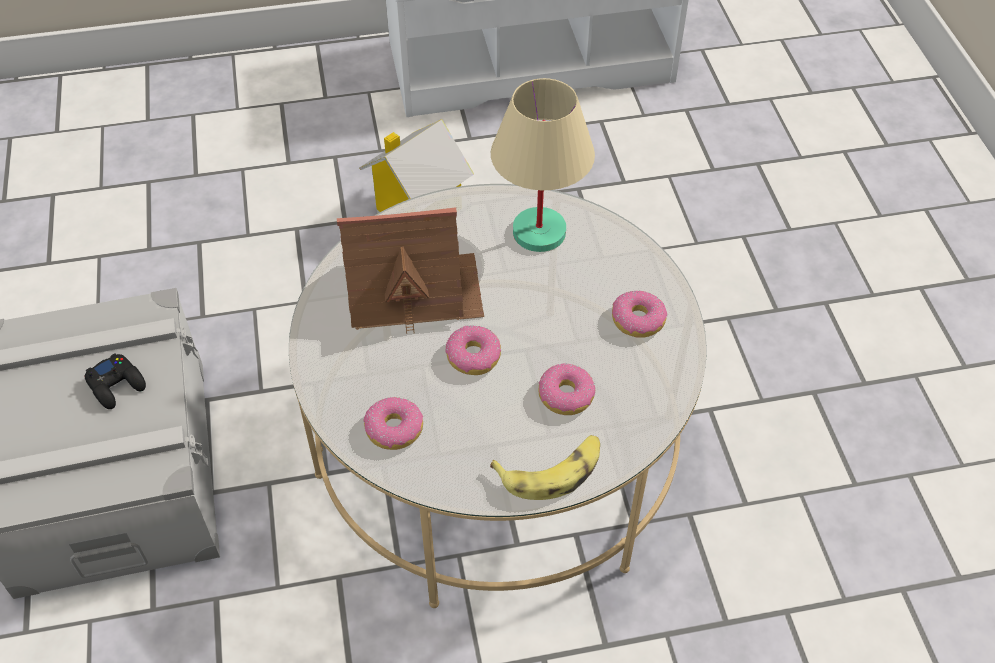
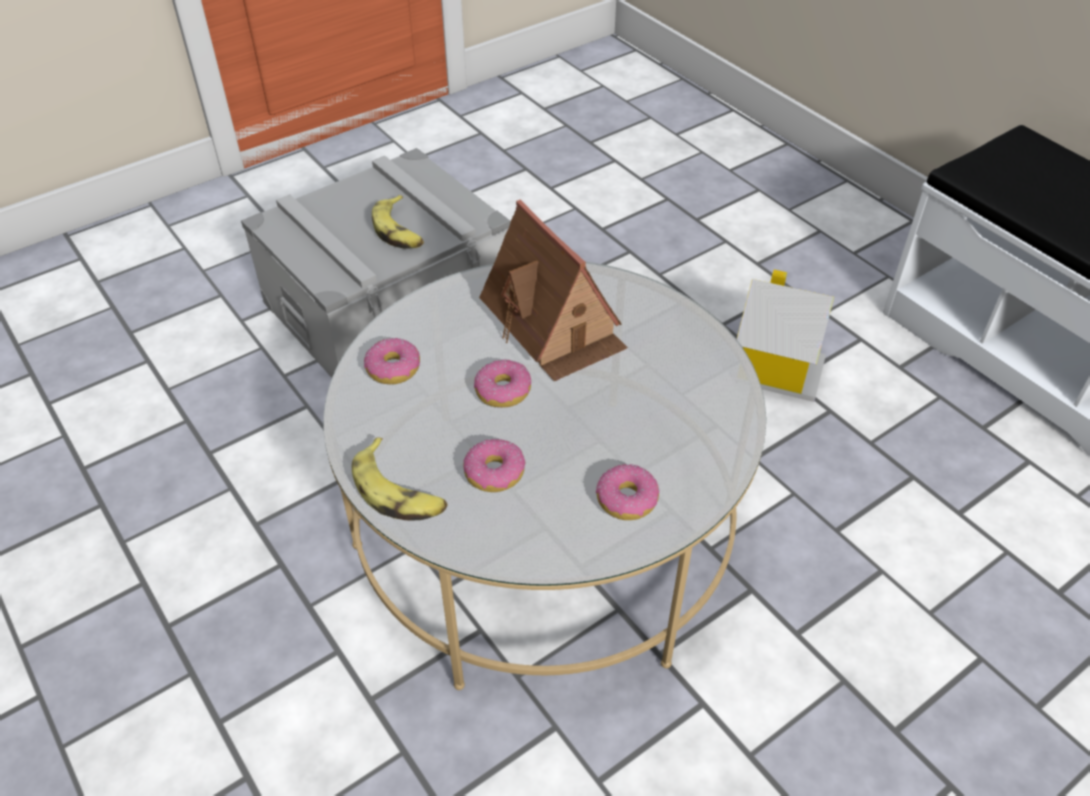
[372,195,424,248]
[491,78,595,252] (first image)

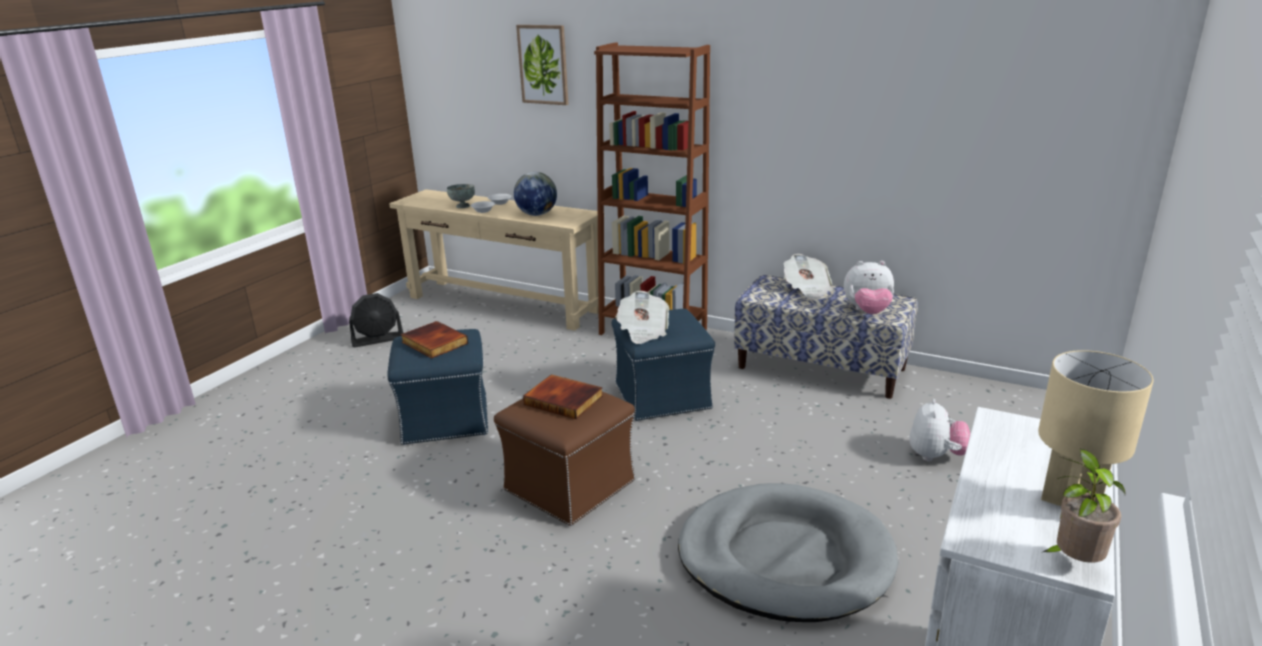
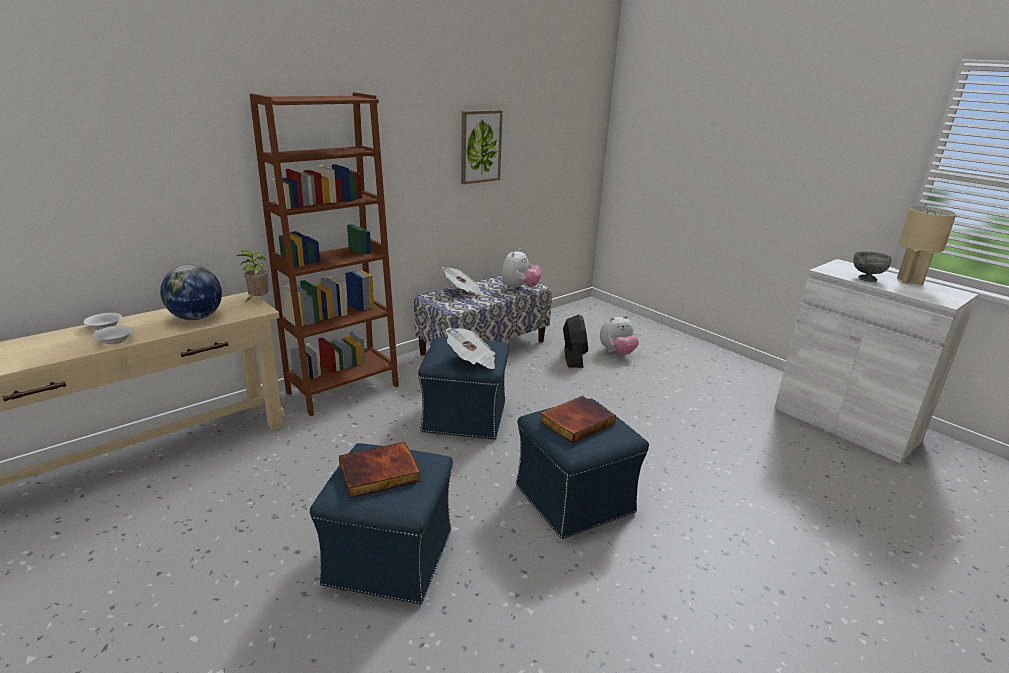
[563,314,588,368]
[854,252,892,282]
[515,399,649,539]
[461,110,503,184]
[678,483,899,622] (first image)
[600,315,639,355]
[236,250,269,302]

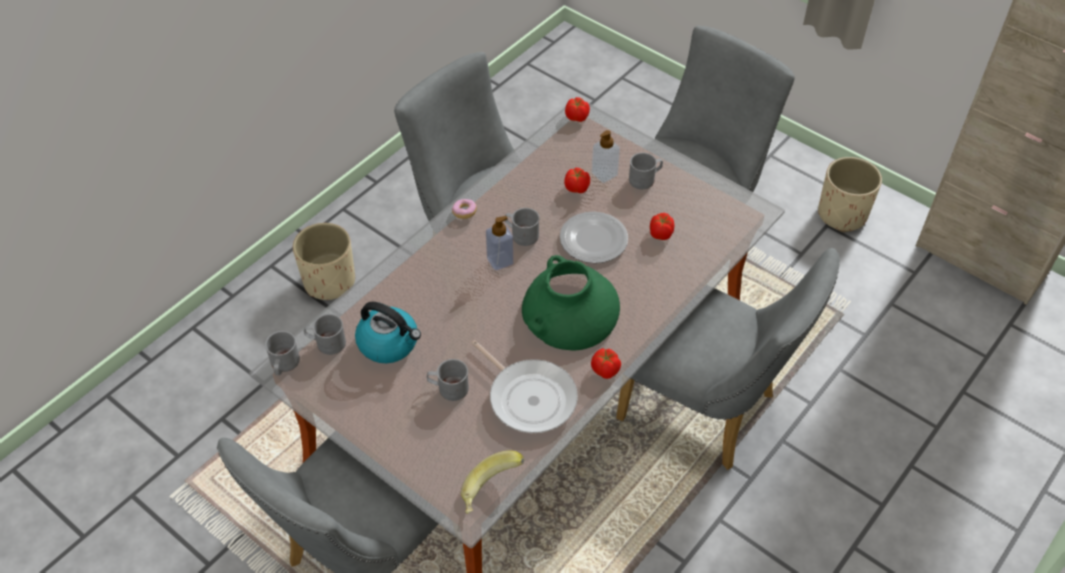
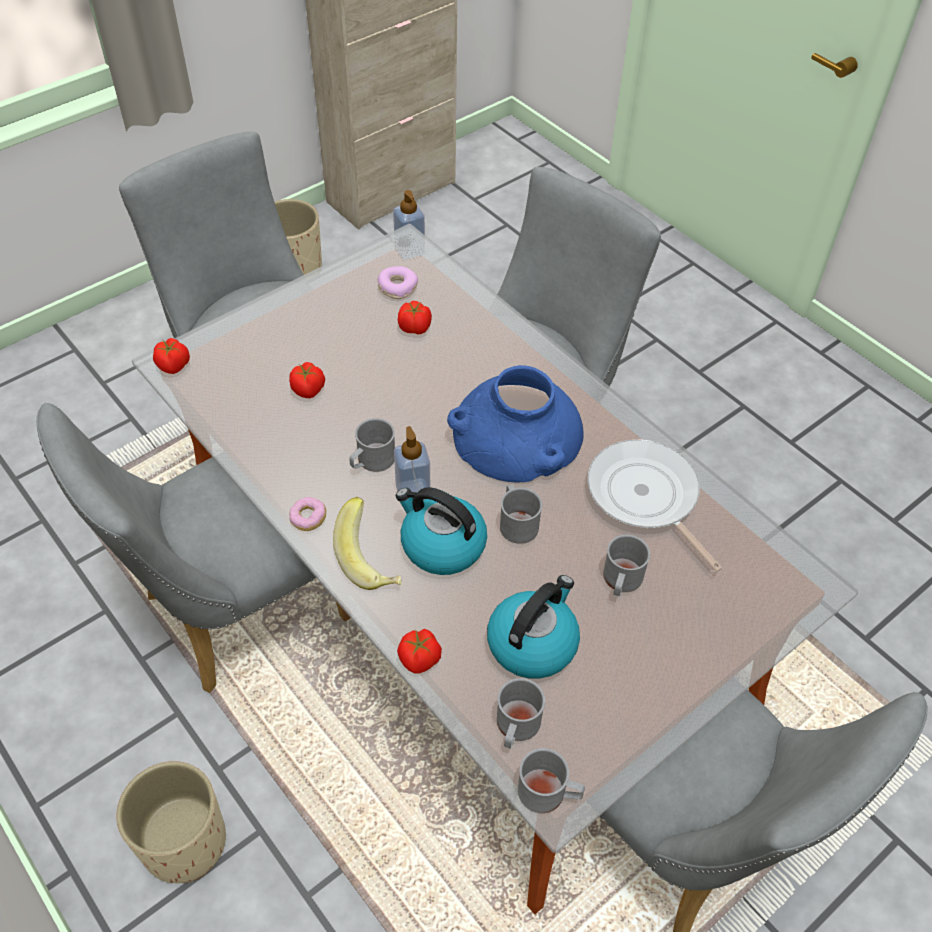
[333,497,401,590]
[587,439,722,572]
[447,365,584,483]
[560,211,628,263] (first image)
[397,629,442,674]
[393,190,425,260]
[500,485,542,544]
[378,266,418,299]
[396,487,487,575]

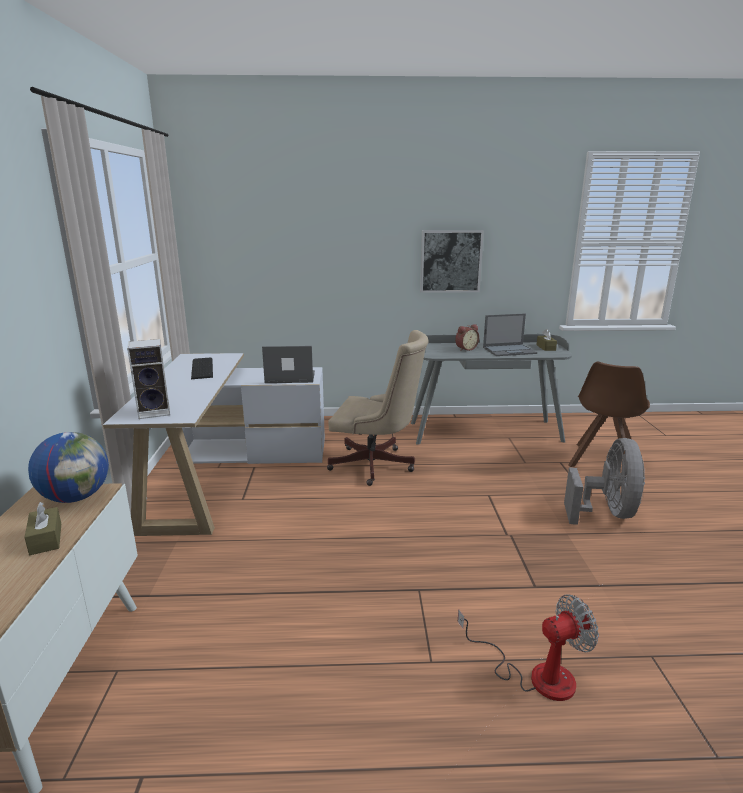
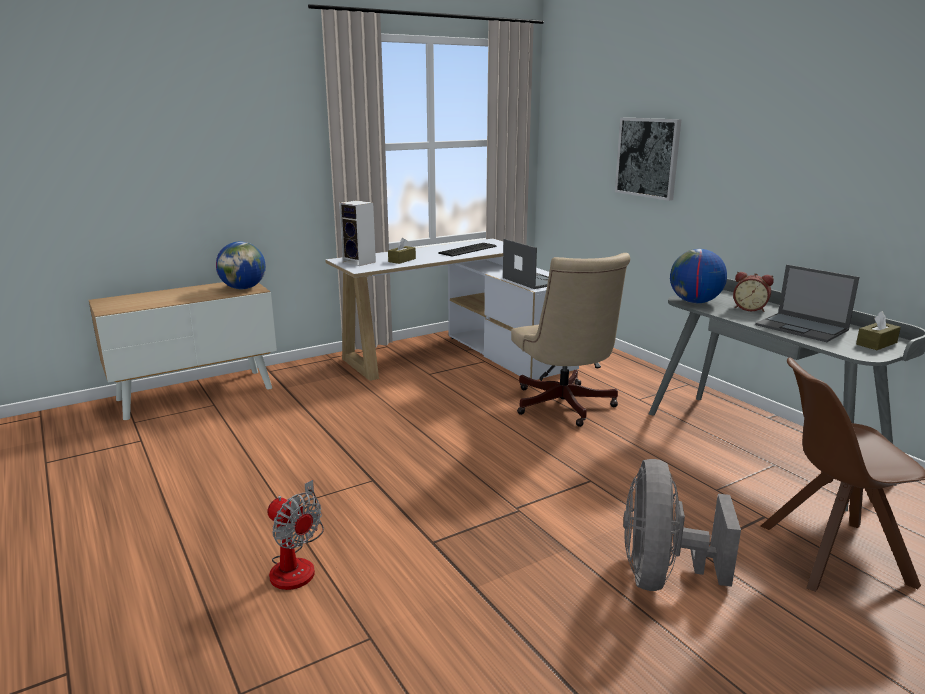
[388,238,416,264]
[615,117,681,201]
[623,459,741,591]
[670,249,727,303]

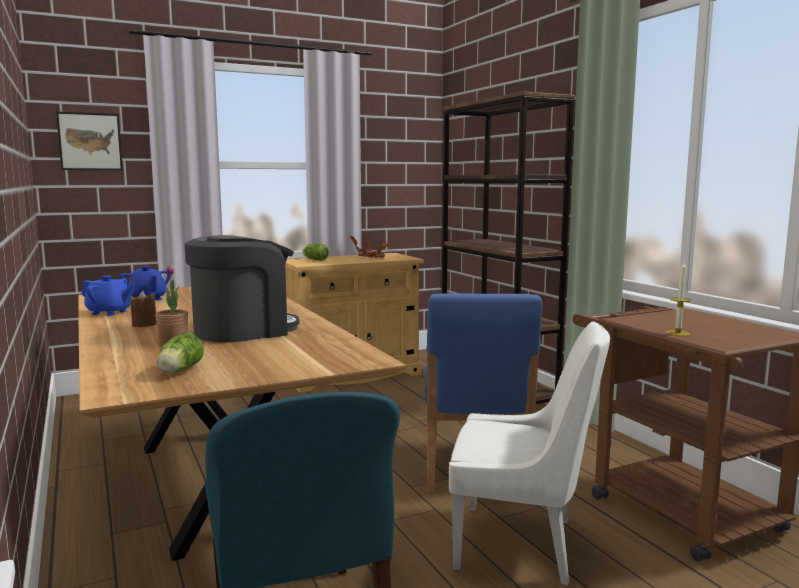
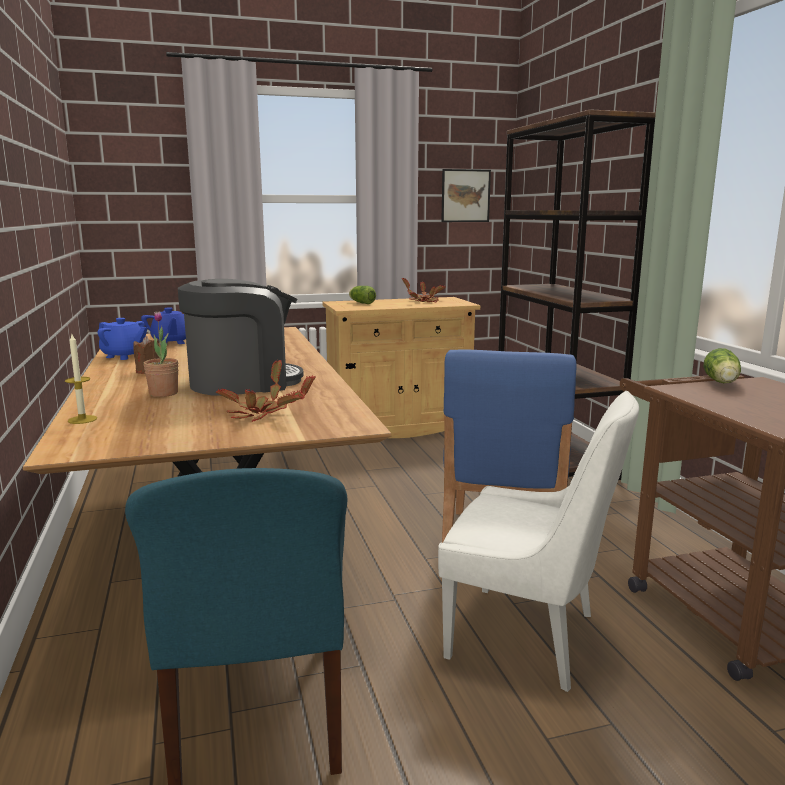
[441,169,491,222]
[704,348,741,383]
[65,334,97,424]
[216,359,316,422]

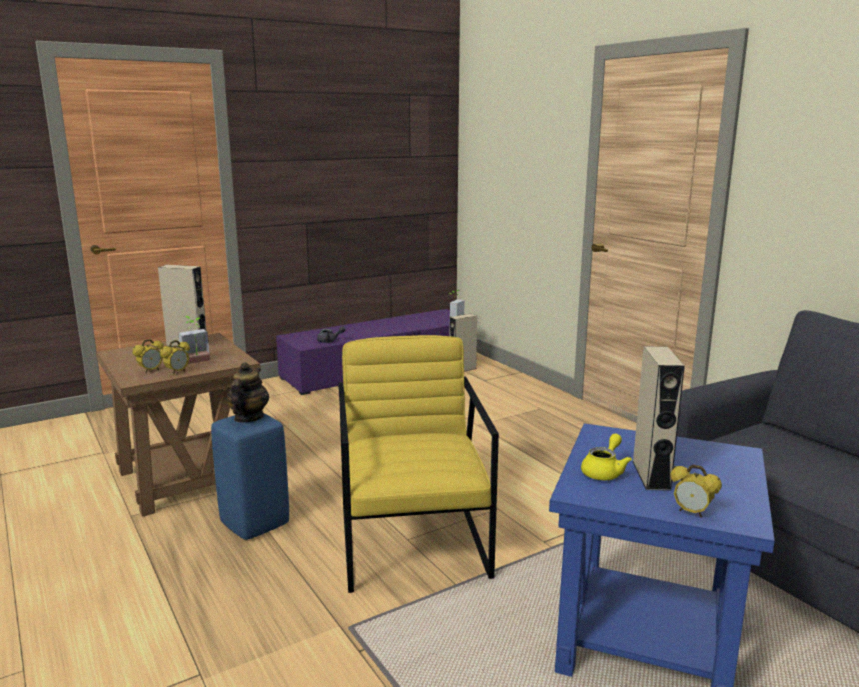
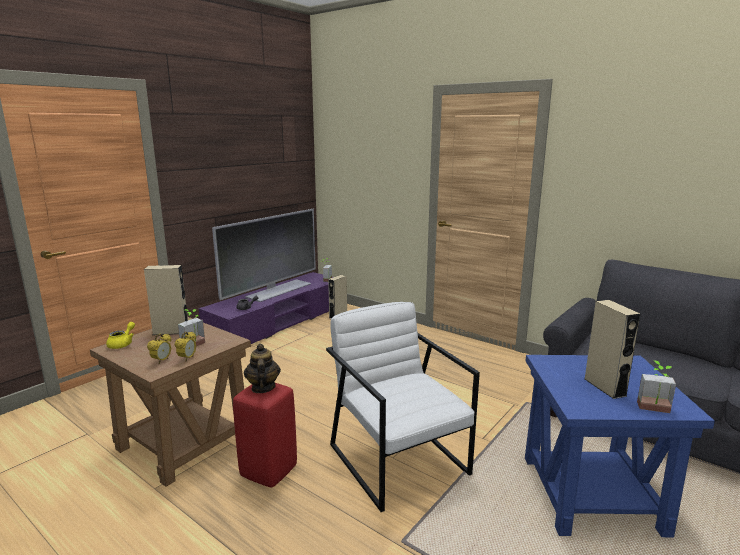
[233,383,297,487]
[326,302,480,512]
[106,322,135,349]
[637,360,676,413]
[212,209,316,302]

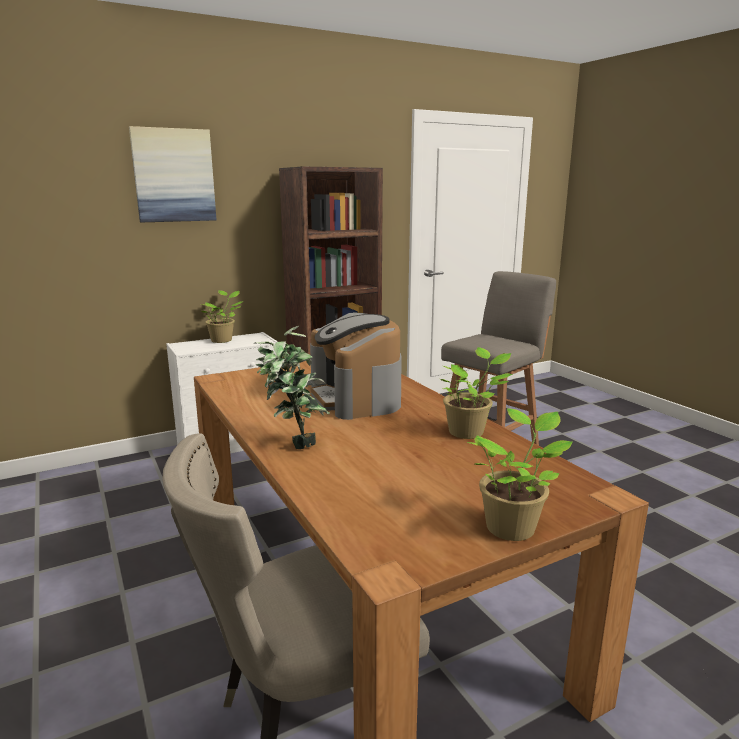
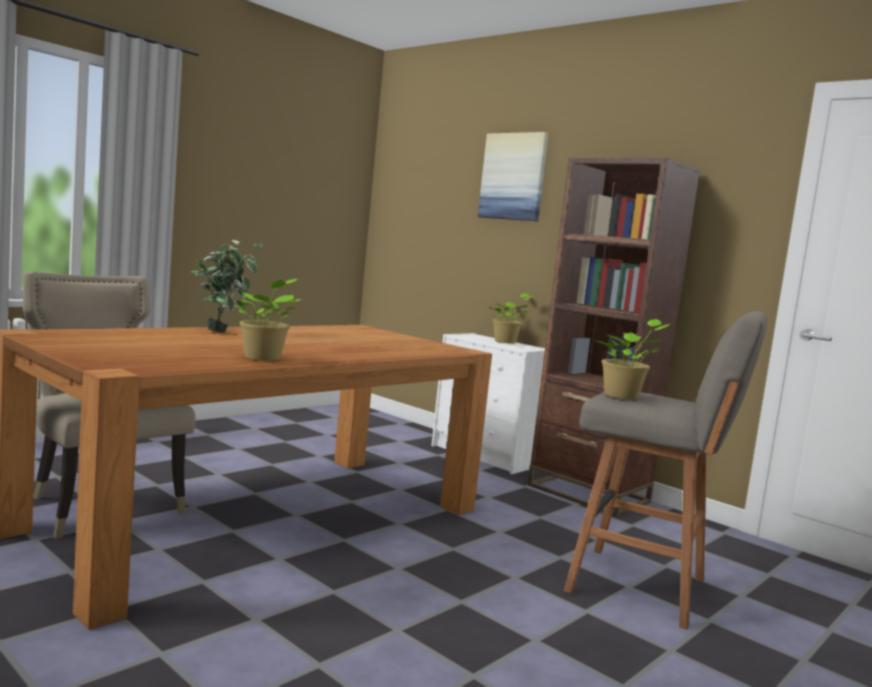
[310,313,402,420] (first image)
[594,319,671,400]

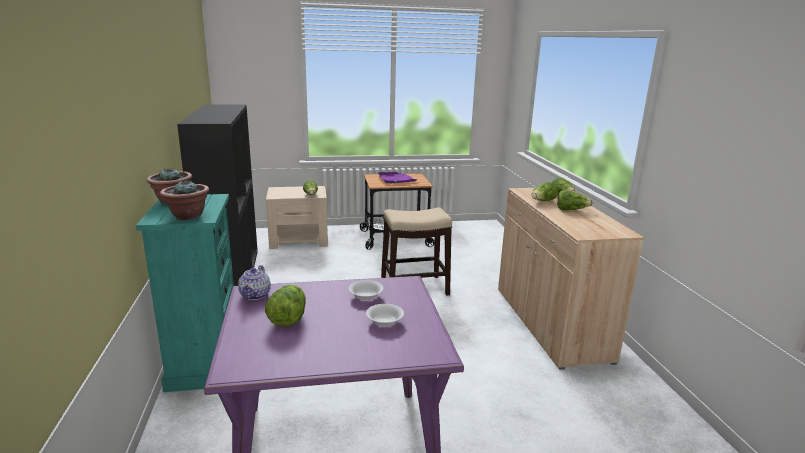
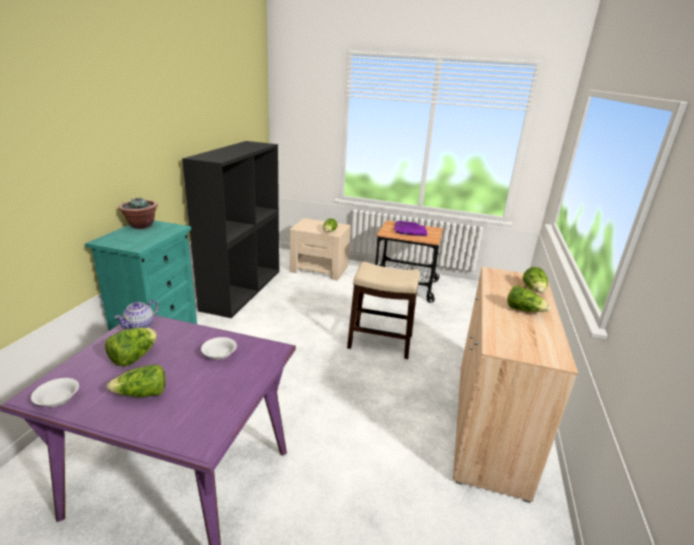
[160,179,209,220] (first image)
[31,378,79,407]
[107,365,165,397]

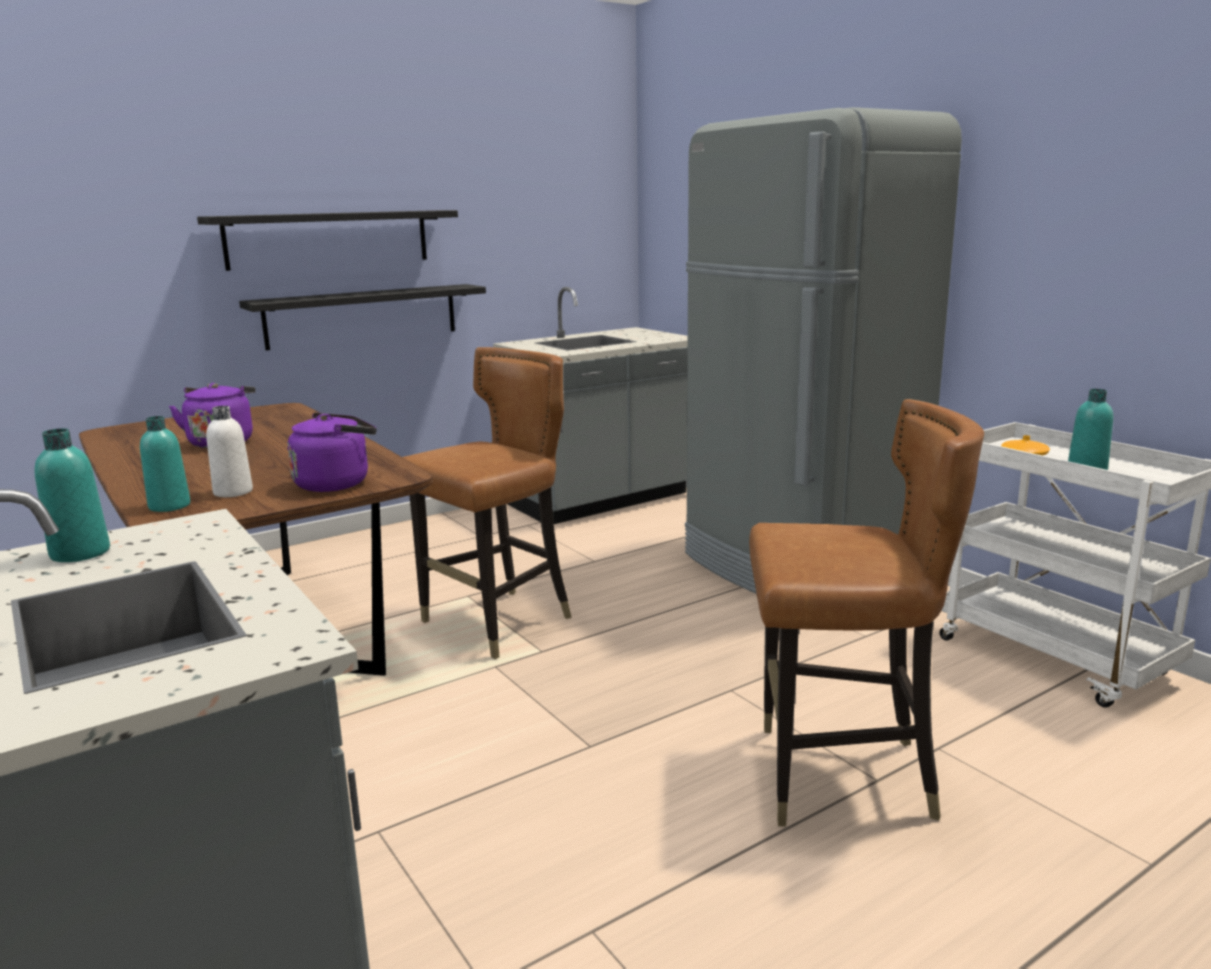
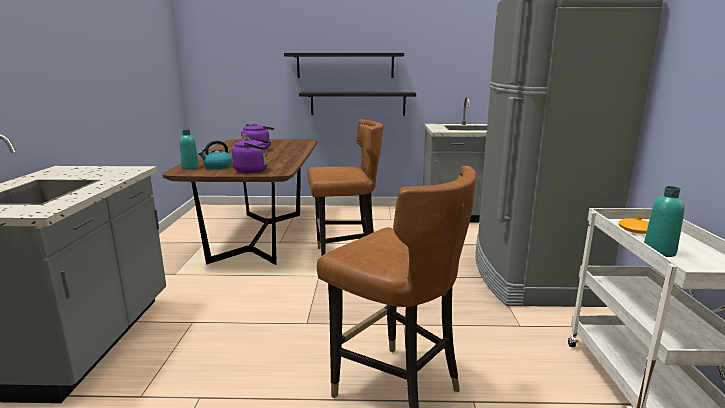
[35,428,110,562] (first image)
[198,140,232,169]

